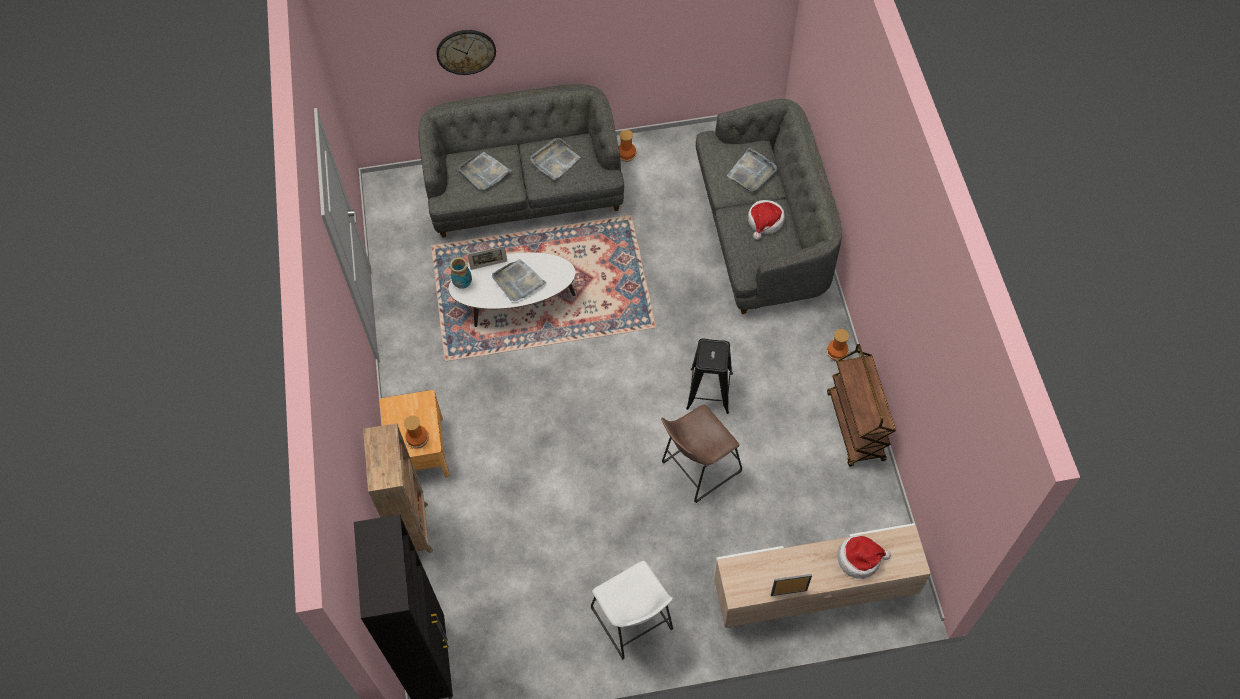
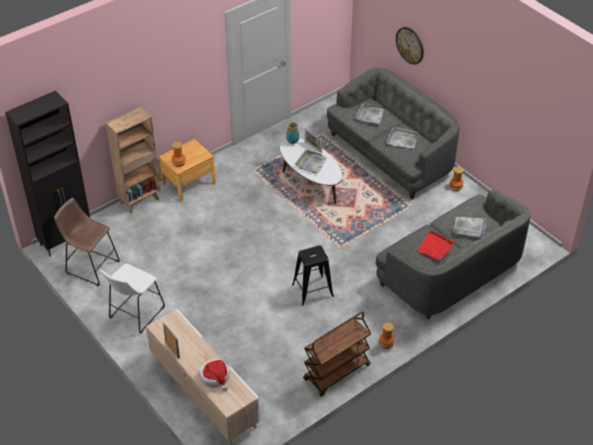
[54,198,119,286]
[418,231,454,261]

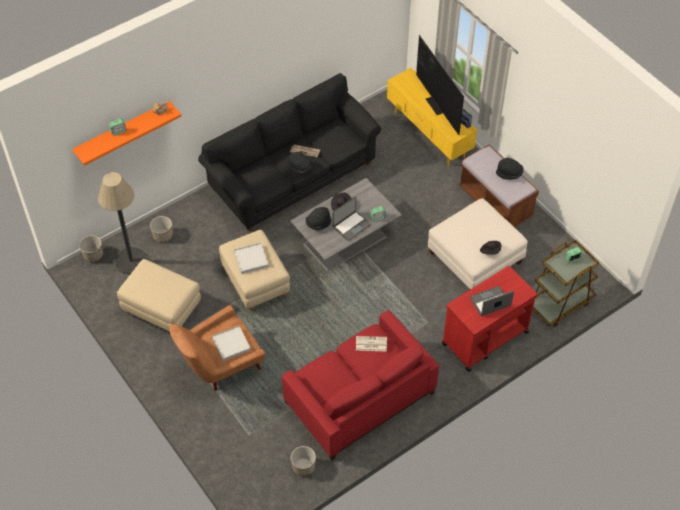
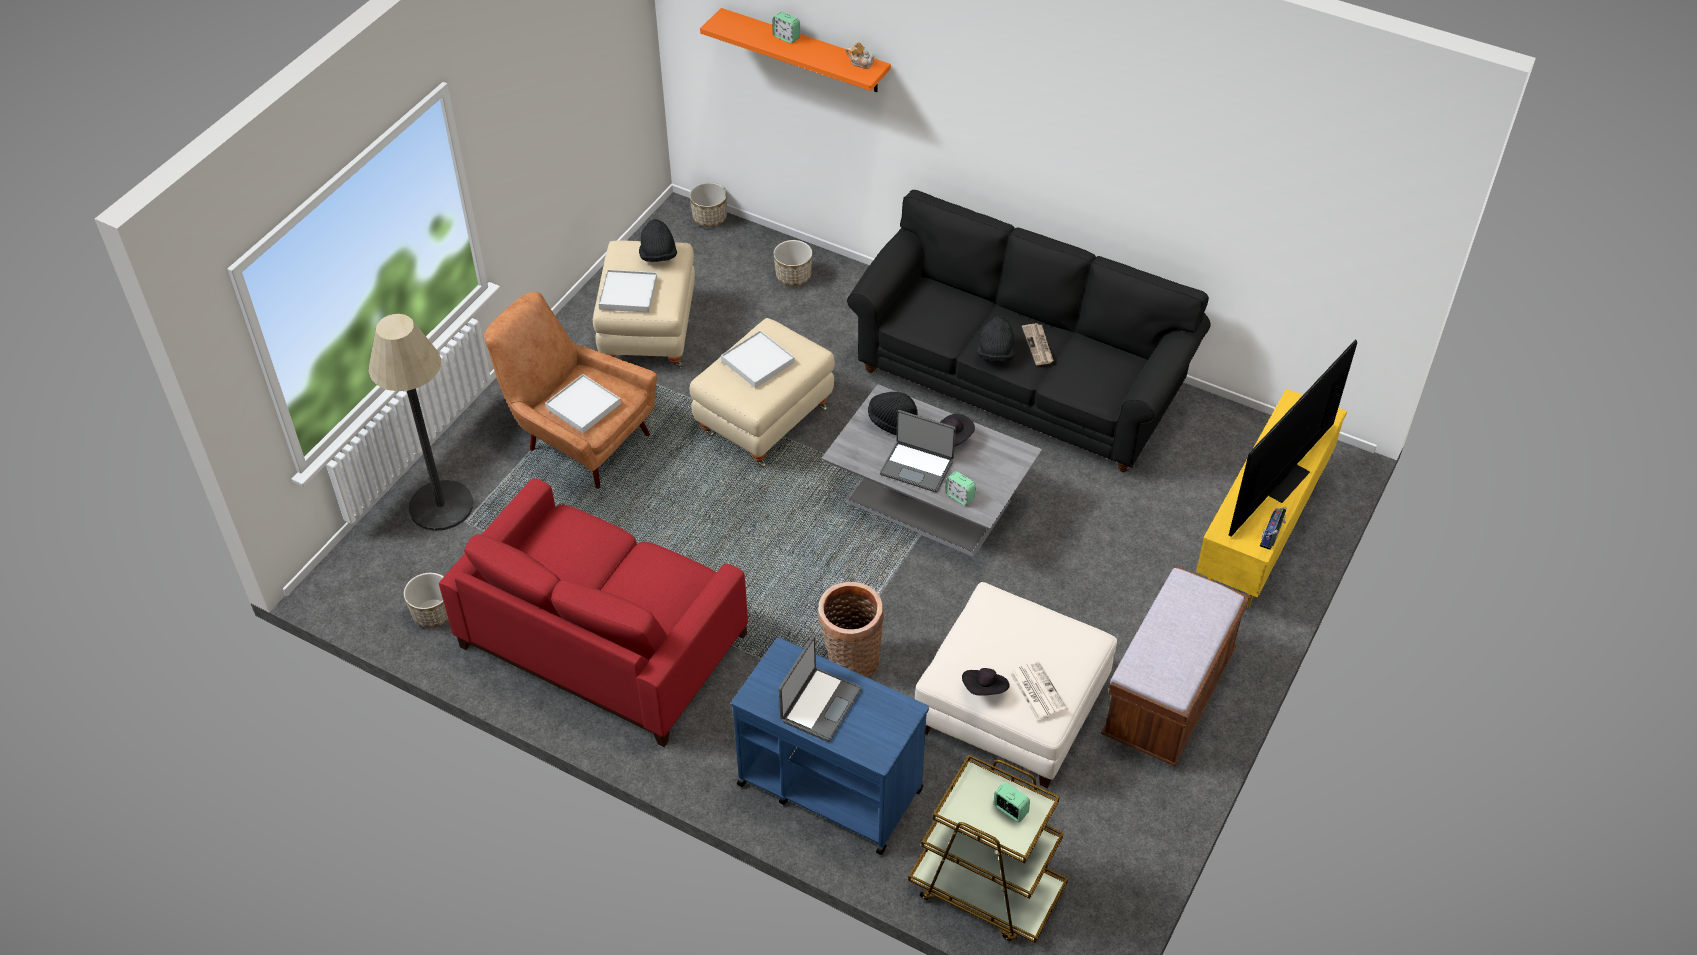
[368,314,473,531]
[1009,660,1067,721]
[731,637,929,855]
[779,636,862,742]
[639,219,677,262]
[598,270,657,313]
[818,582,884,678]

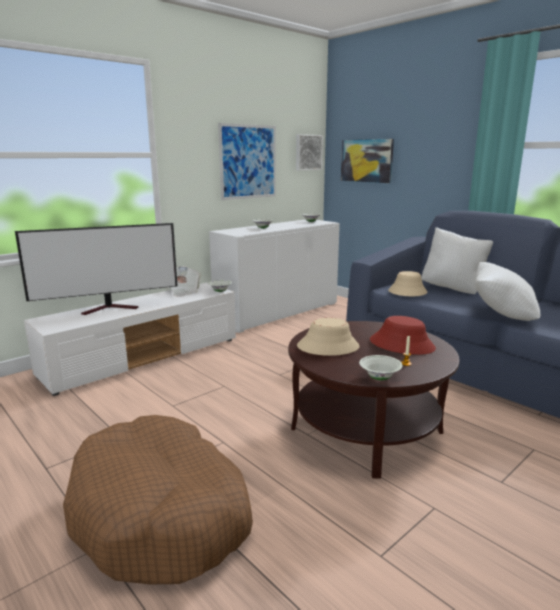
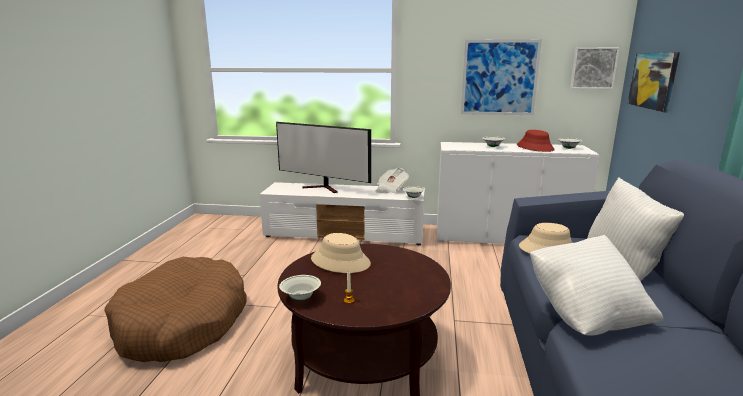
[517,130,555,152]

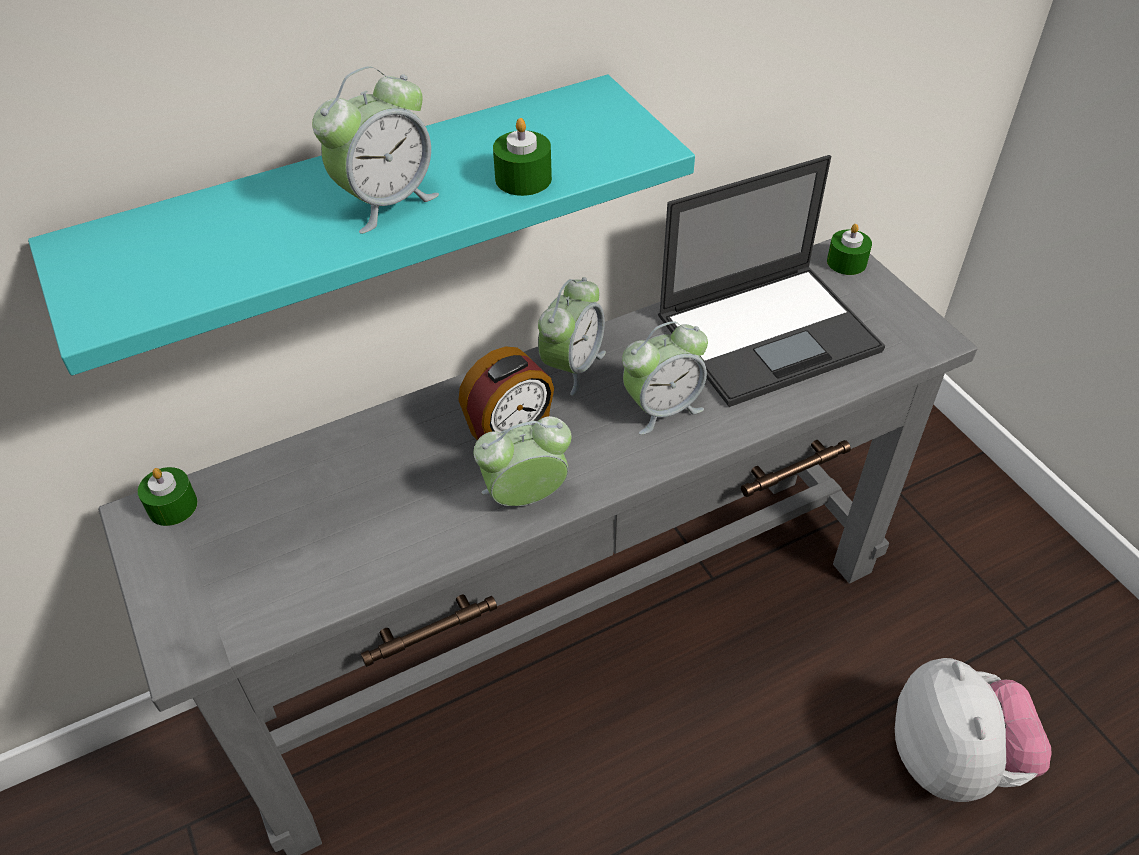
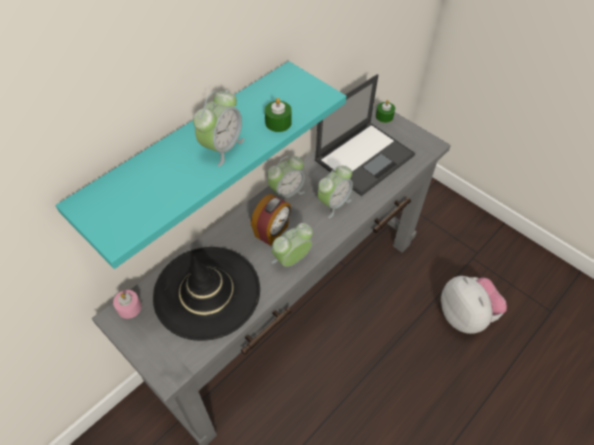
[113,290,141,319]
[267,156,305,200]
[153,247,260,341]

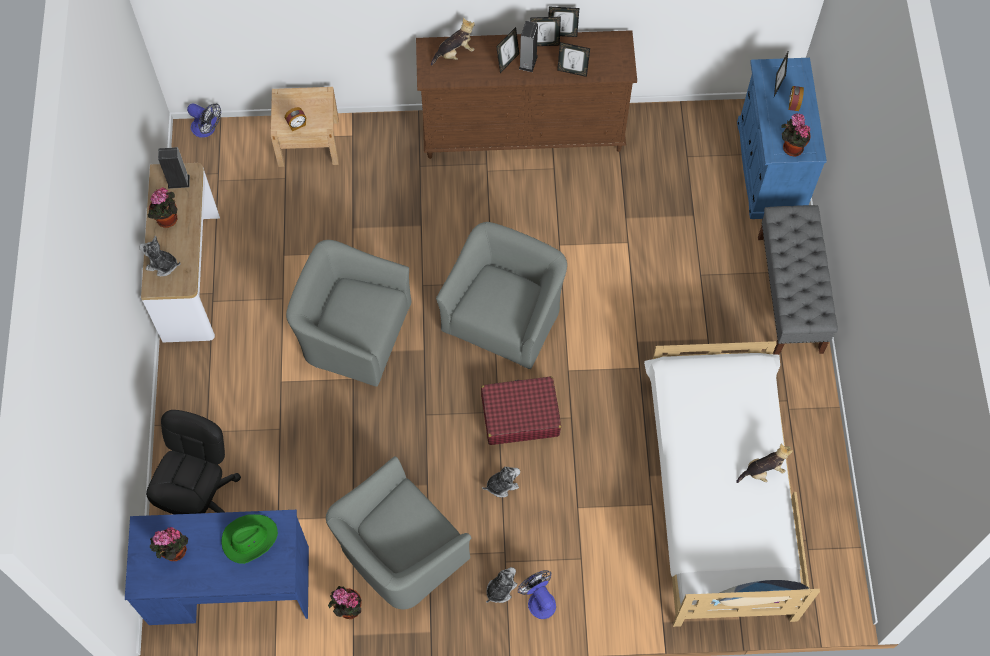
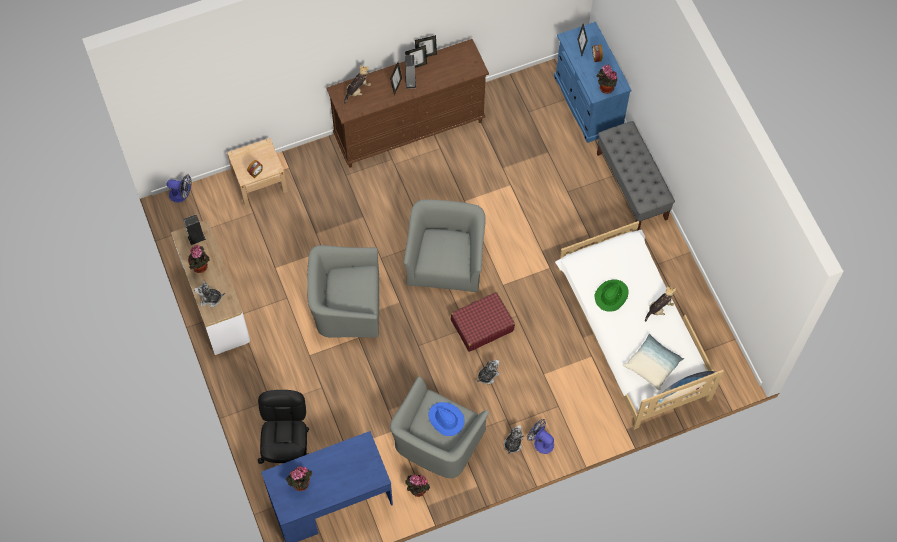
[595,279,629,312]
[557,42,590,77] (first image)
[429,402,465,436]
[623,334,684,390]

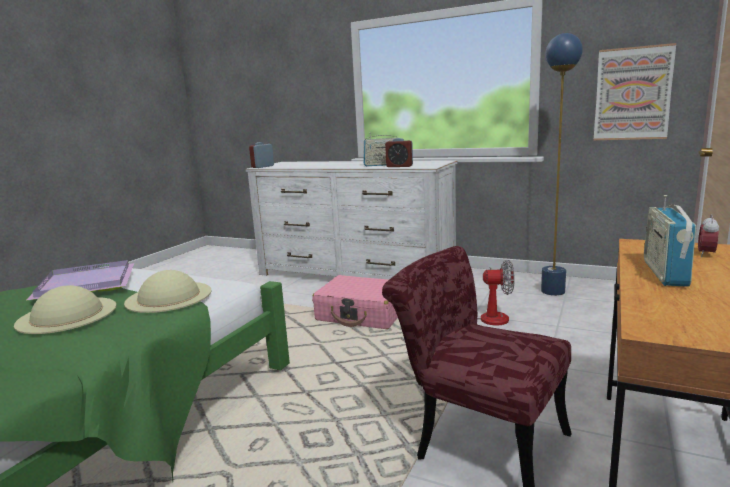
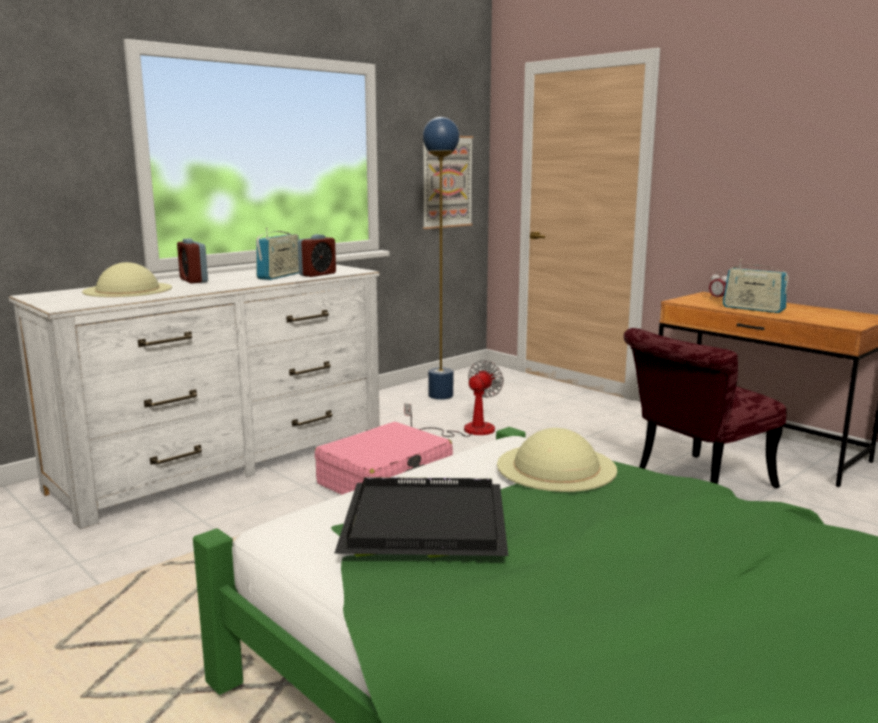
[82,262,172,297]
[334,477,508,558]
[177,238,208,284]

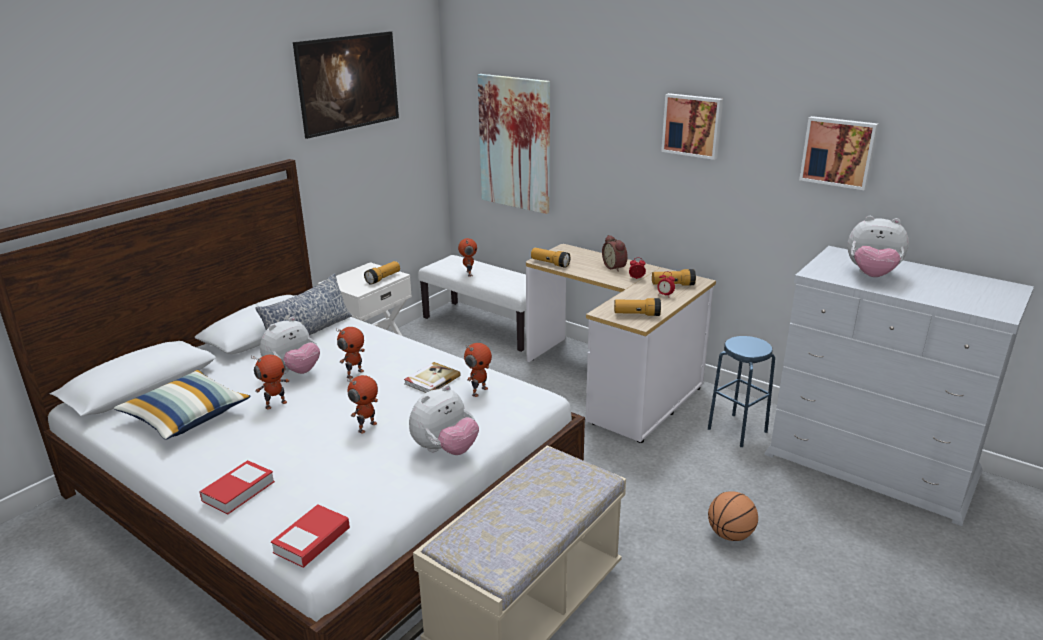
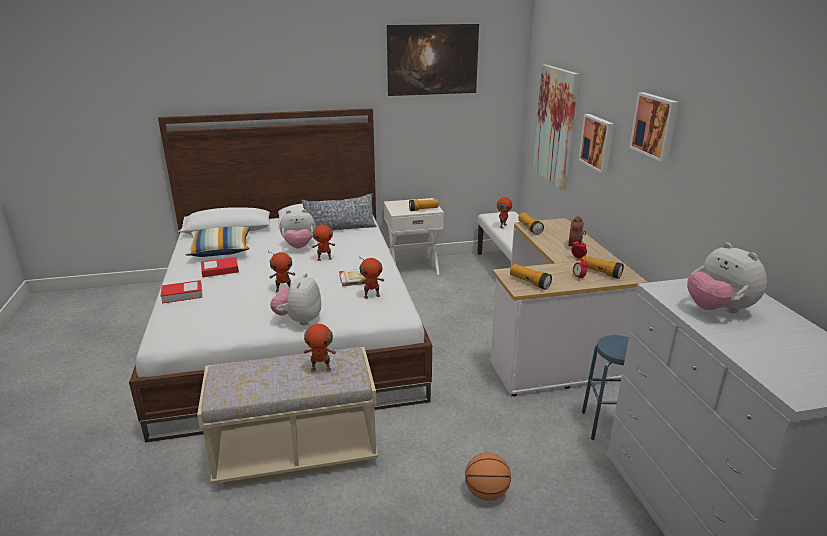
[304,320,336,372]
[201,257,239,277]
[270,273,321,325]
[579,114,614,173]

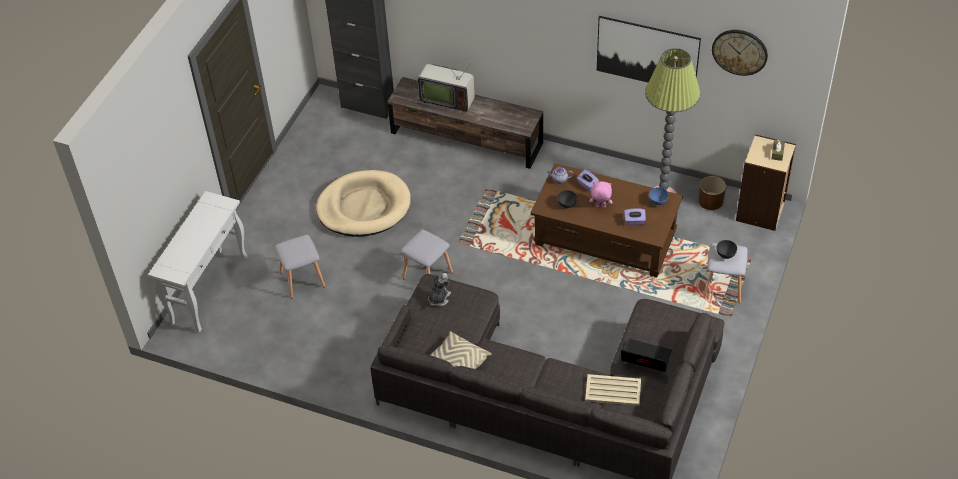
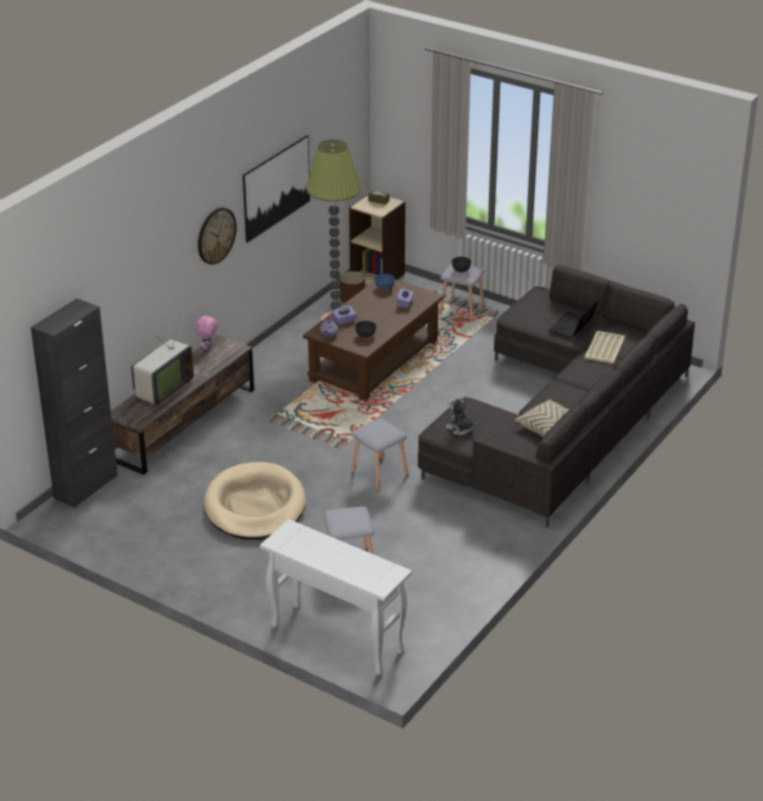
[195,314,218,349]
[198,208,237,265]

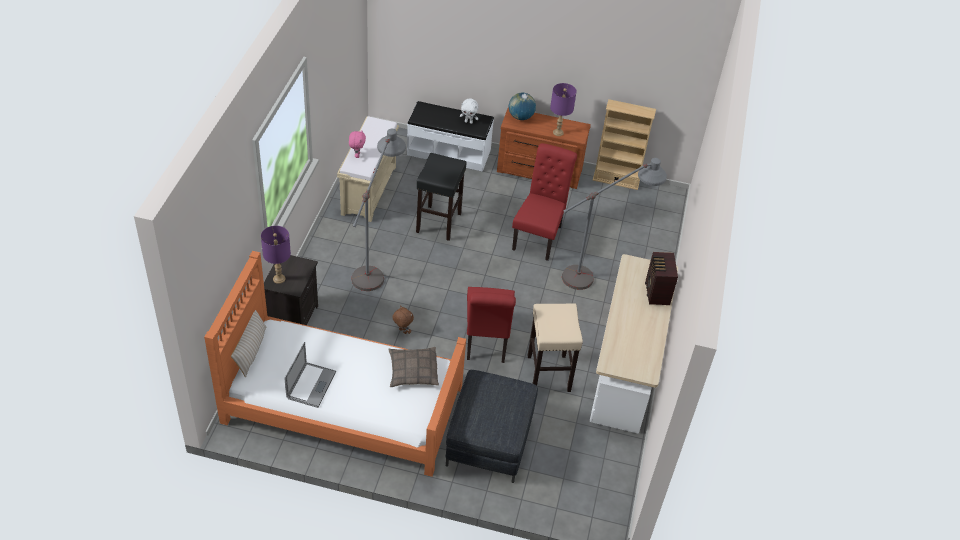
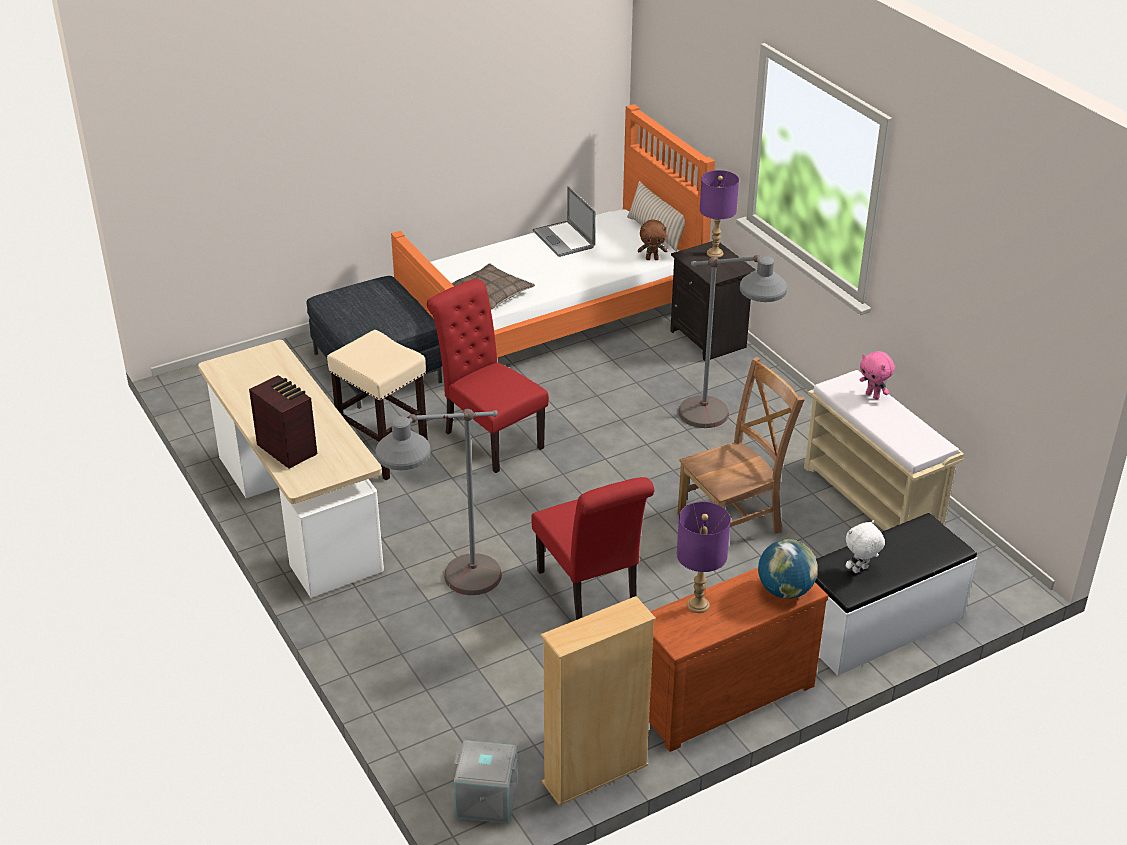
[638,220,667,260]
[677,357,805,533]
[454,740,518,824]

